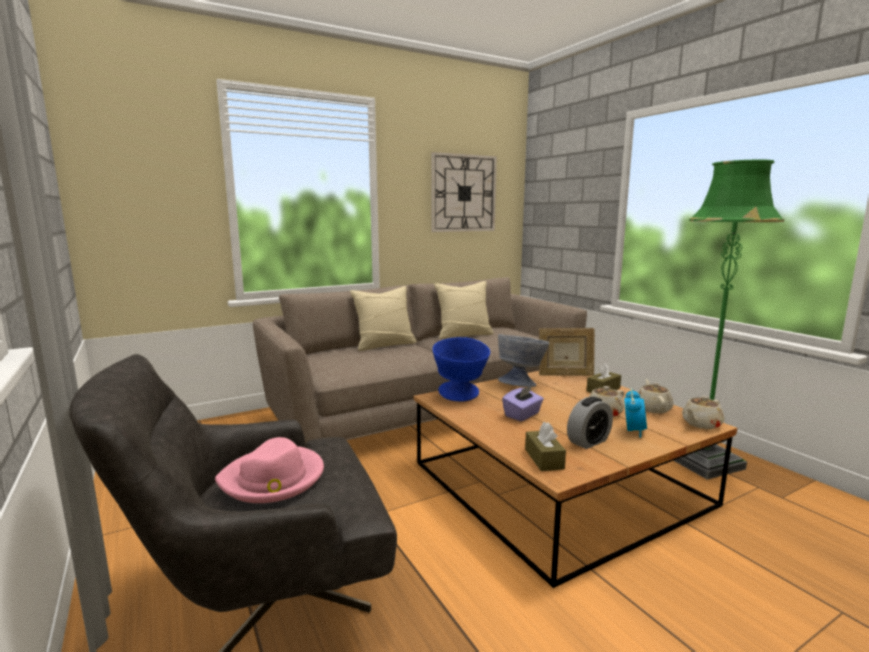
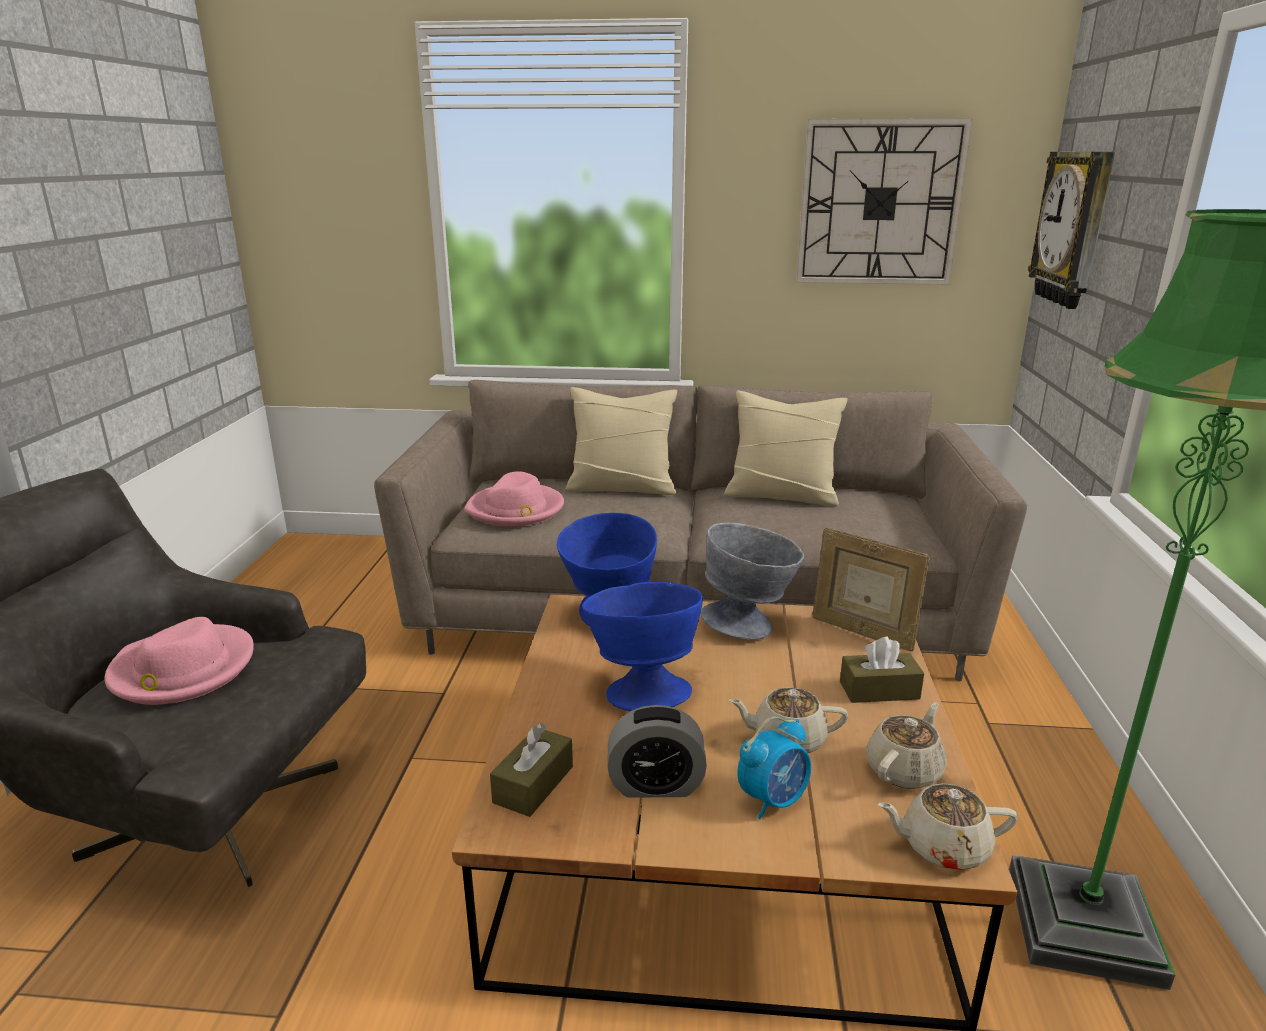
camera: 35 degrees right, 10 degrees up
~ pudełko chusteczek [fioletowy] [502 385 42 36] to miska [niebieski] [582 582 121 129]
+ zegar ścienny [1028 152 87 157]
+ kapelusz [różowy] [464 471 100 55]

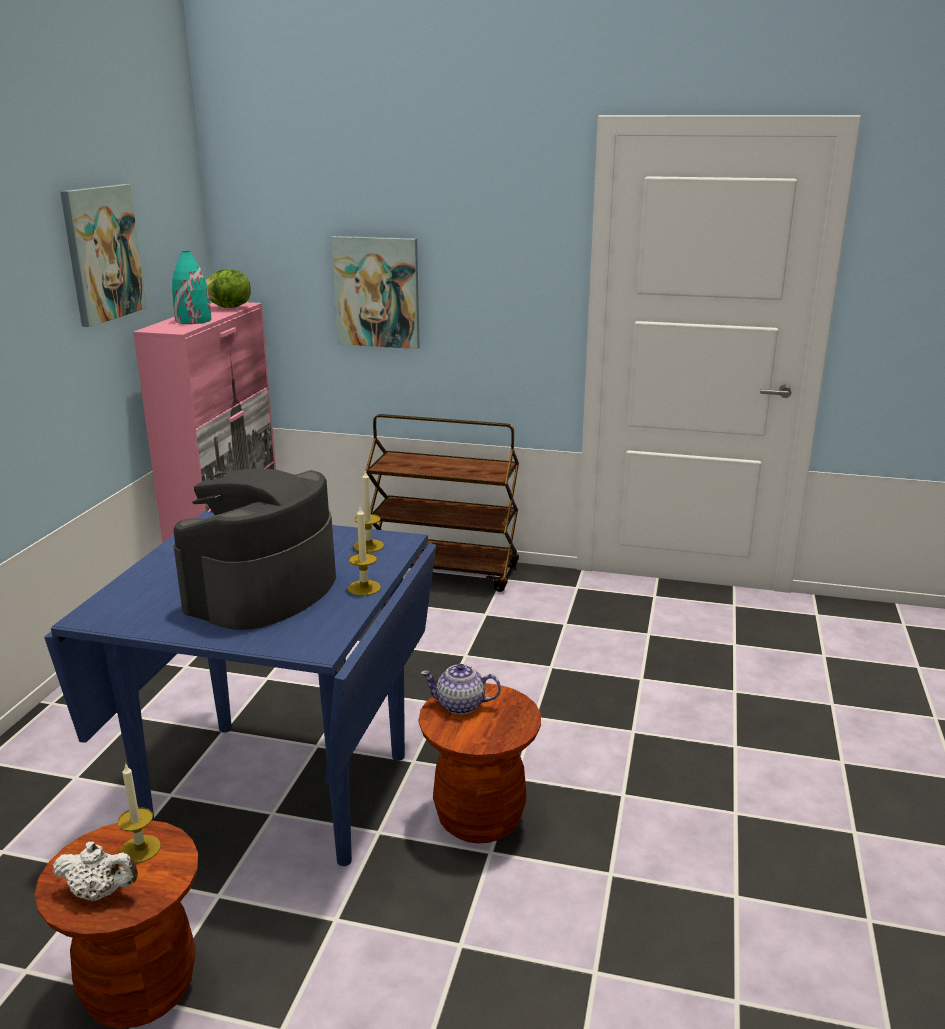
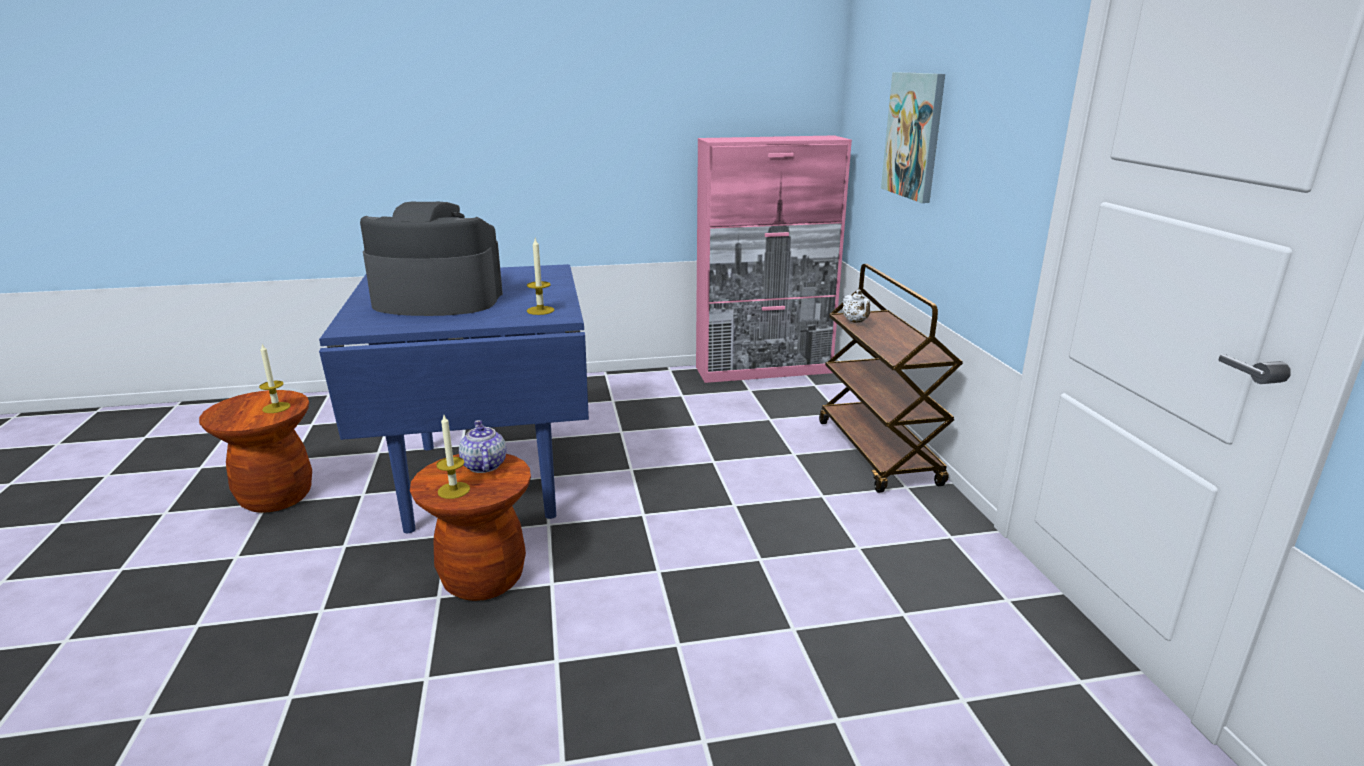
camera: 65 degrees right, 0 degrees up
- obraz [60 184 87 143]
- wazon [turkusowy] [172 251 39 73]
- sałata [206 269 45 39]
~ świeca [348 505 33 91] to [436 415 34 84]
~ imbryk [biały] [52 842 86 59] to [842 290 28 33]

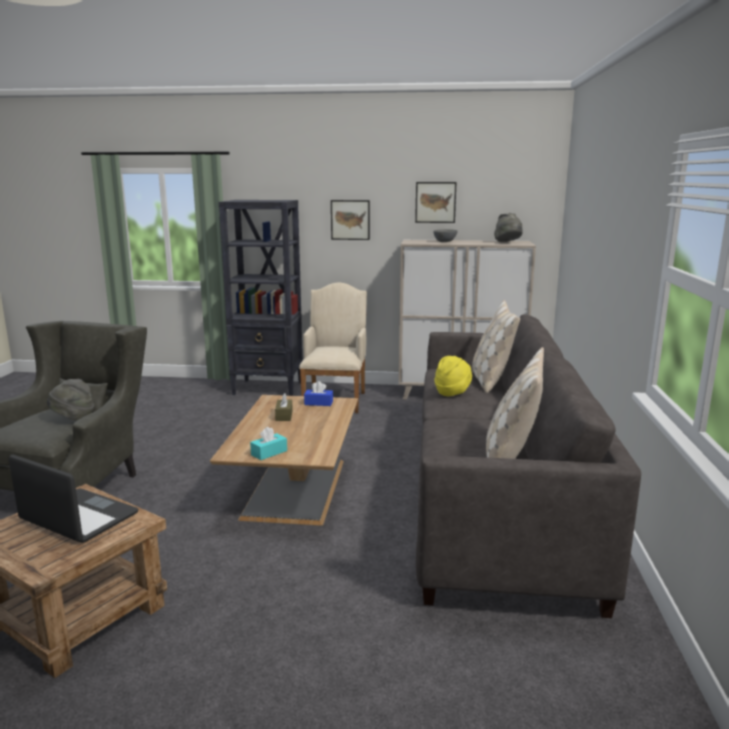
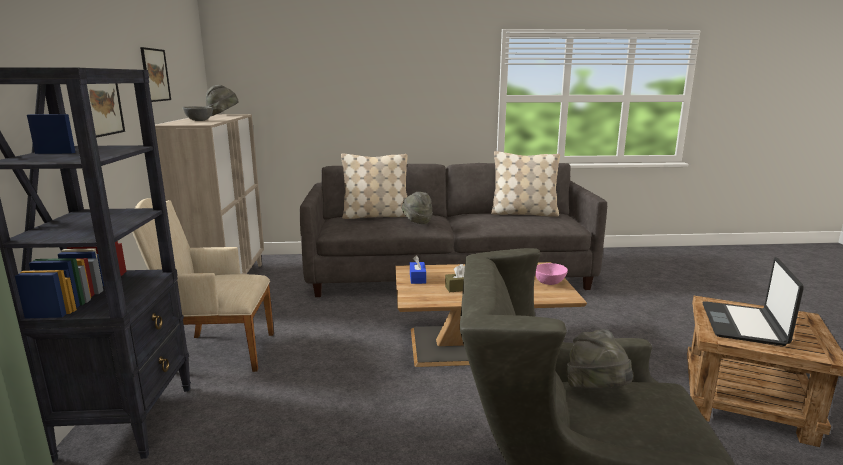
camera: 100 degrees left, 0 degrees up
~ kapelusz [żółty] [434 356 38 40] to kapelusz [szary] [402 192 31 32]
~ pudełko chusteczek [turkusowy] [250 427 37 33] to miska [różowy] [535 263 33 22]

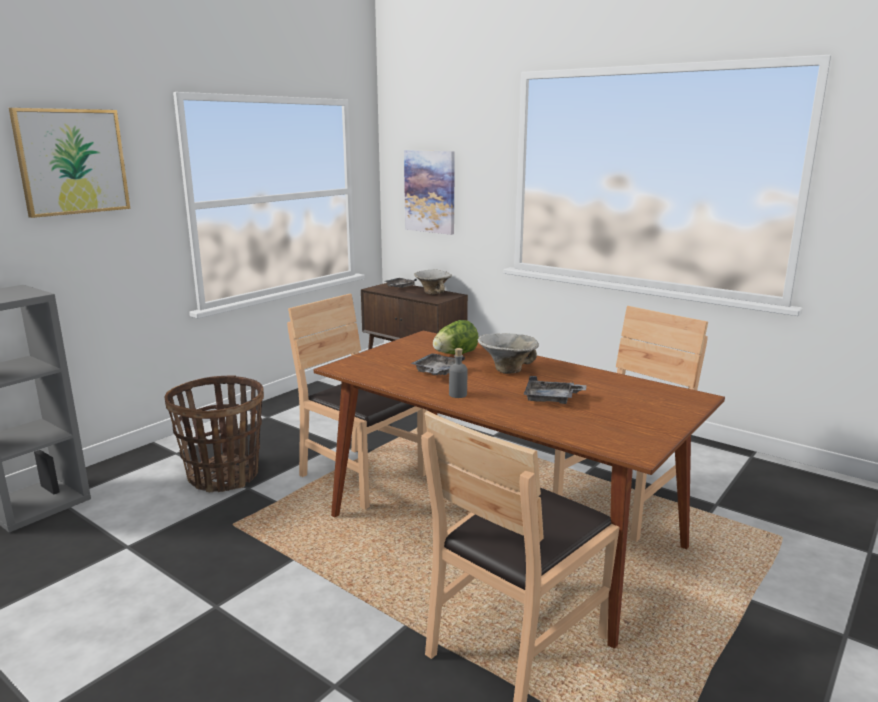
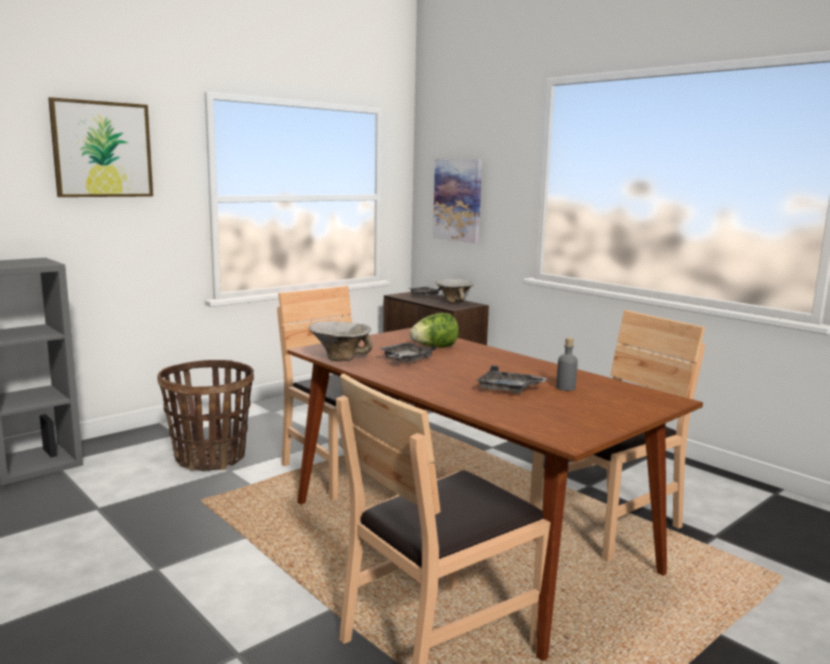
camera: 10 degrees right, 5 degrees down
~ miska [478 333 61 41] to [308 321 65 40]
~ butelka [szary] [449 348 18 50] to [556 338 22 53]

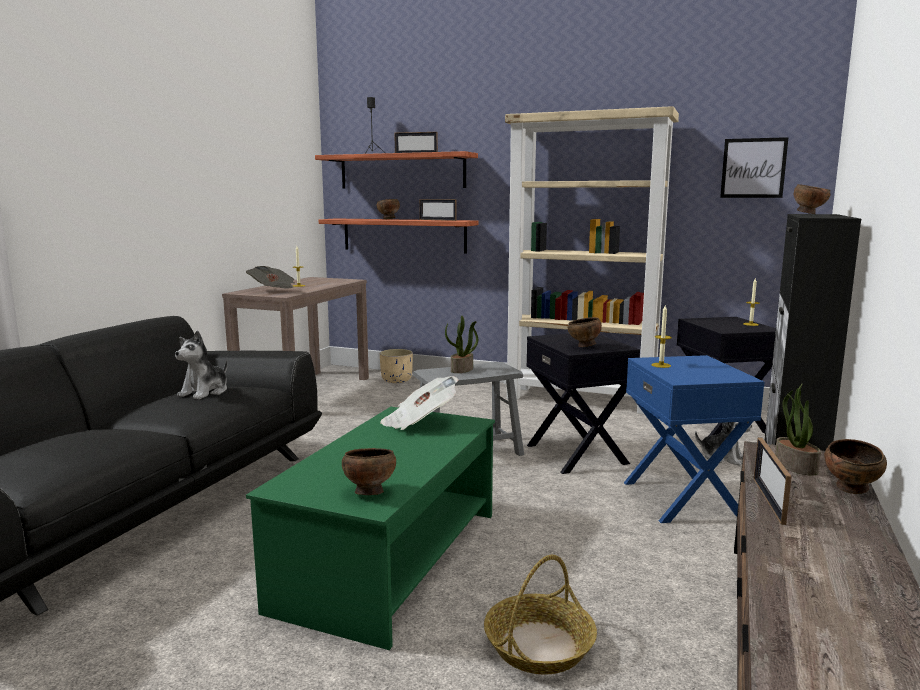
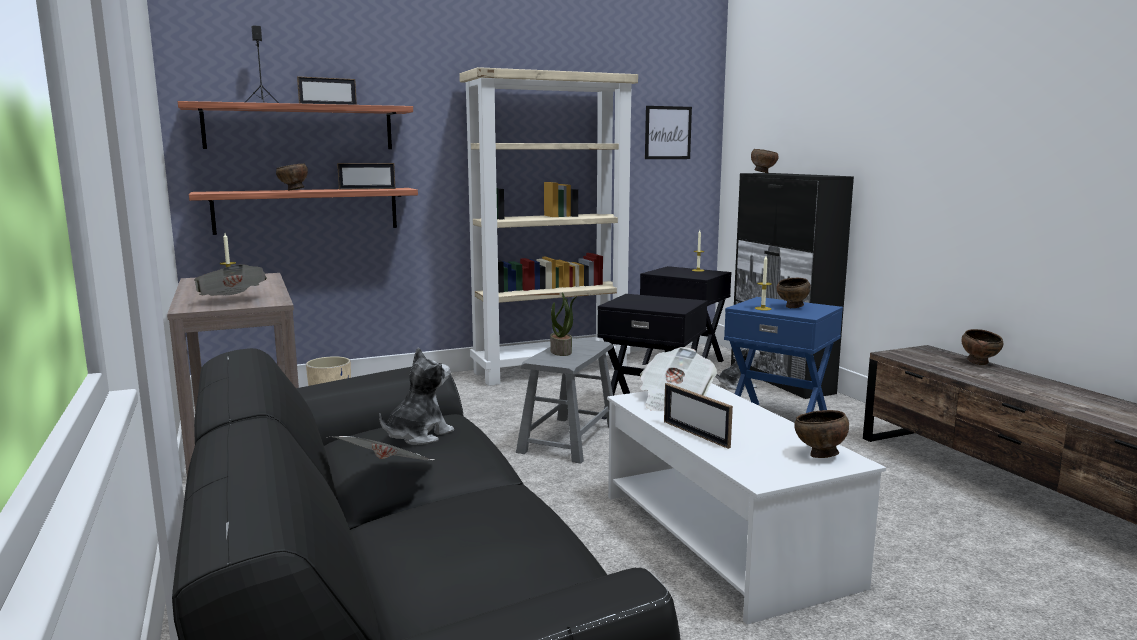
camera: 45 degrees left, 0 degrees up
~ miska [brązowy] [568 317 34 30] to [776 278 35 30]
~ pluszak [175 330 52 70] = [379 347 75 98] 120 degrees counterclockwise
- roślina doniczkowa [775 384 46 92]
~ ława [zielony] [246 407 249 243] to ława [biały] [607 383 279 242]
~ ramka na zdjęcie [754 437 38 88] to [664 383 69 66]
- koszyk [484 555 113 120]
+ gazeta [333 436 102 24]

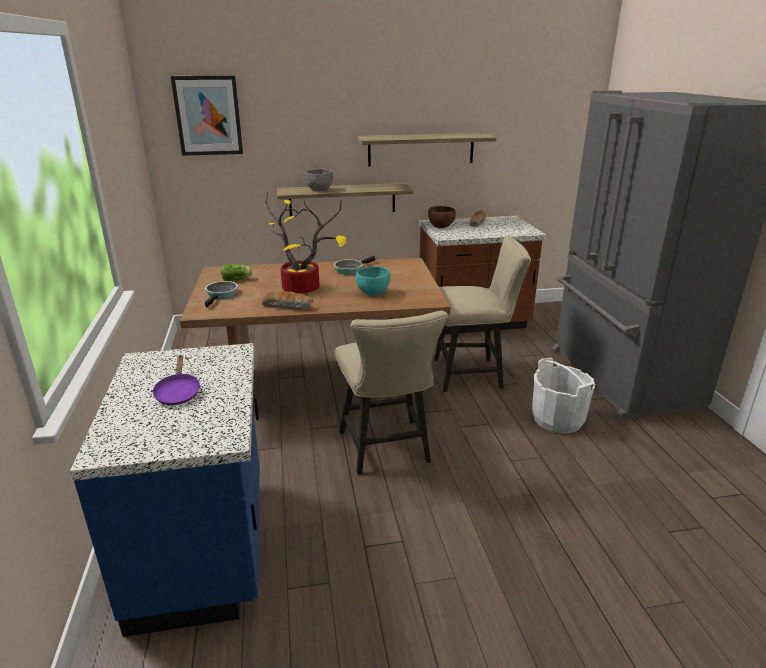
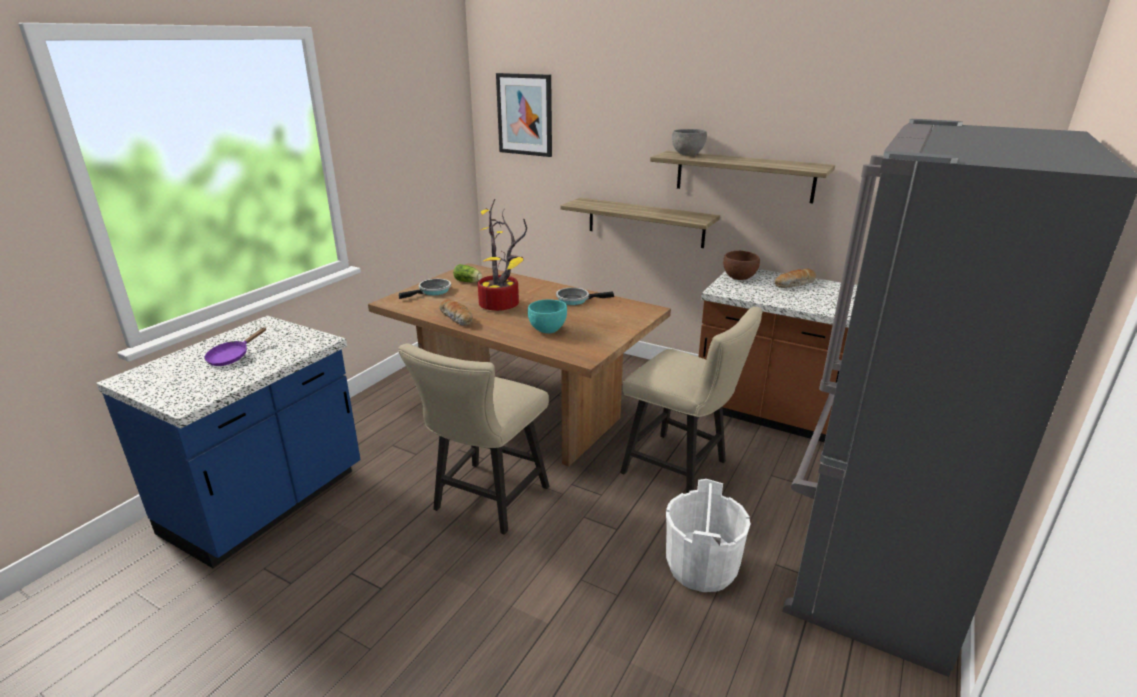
camera: 40 degrees right, 0 degrees up
~ miska [szary] [305 169 28 22] to [672 129 35 27]

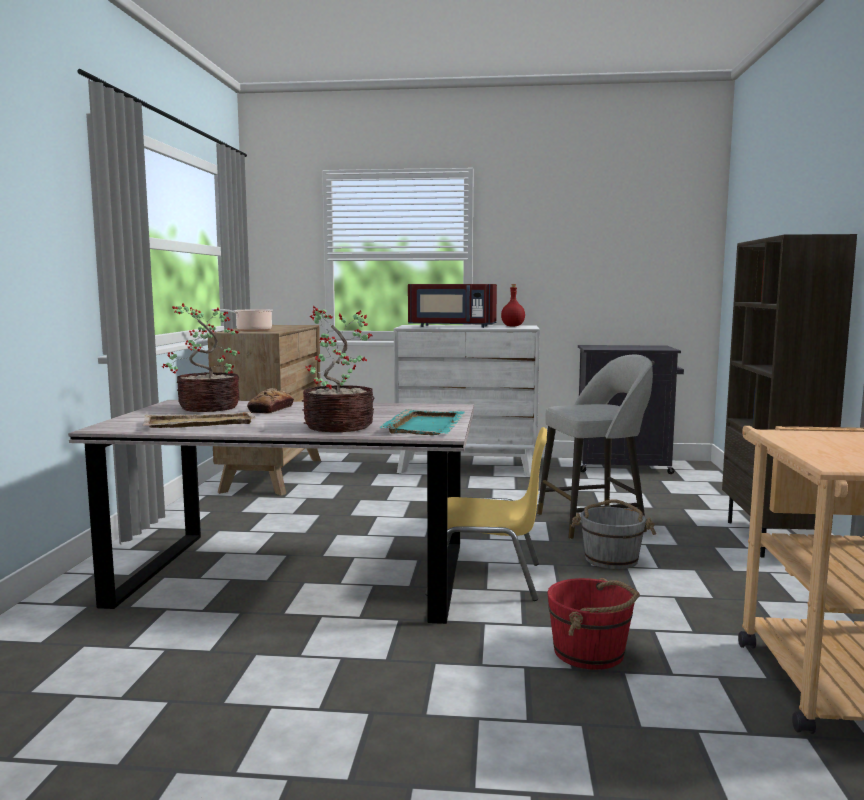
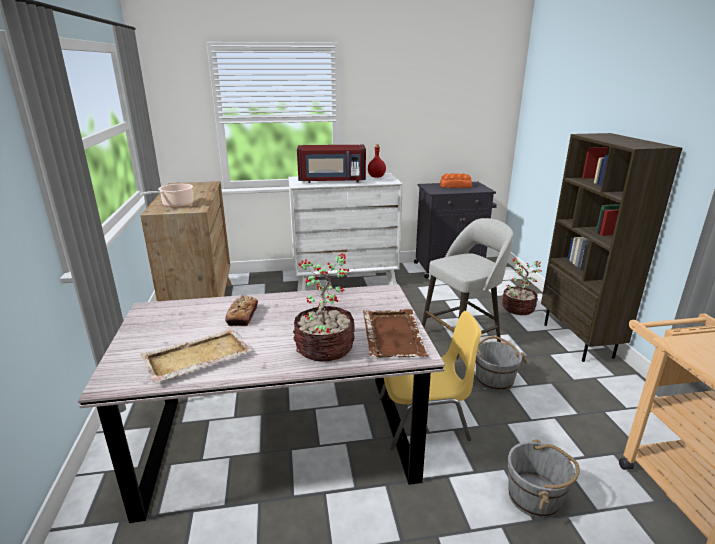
camera: 15 degrees left, 15 degrees up
~ roślina doniczkowa [162 303 78 109] to [502 258 40 57]
~ taca [turkusowy] [380 409 85 26] to taca [brązowy] [363 309 66 48]
~ wiadro [czerwony] [547 578 93 92] to wiadro [szary] [508 439 72 79]
+ chleb [440 173 32 15]

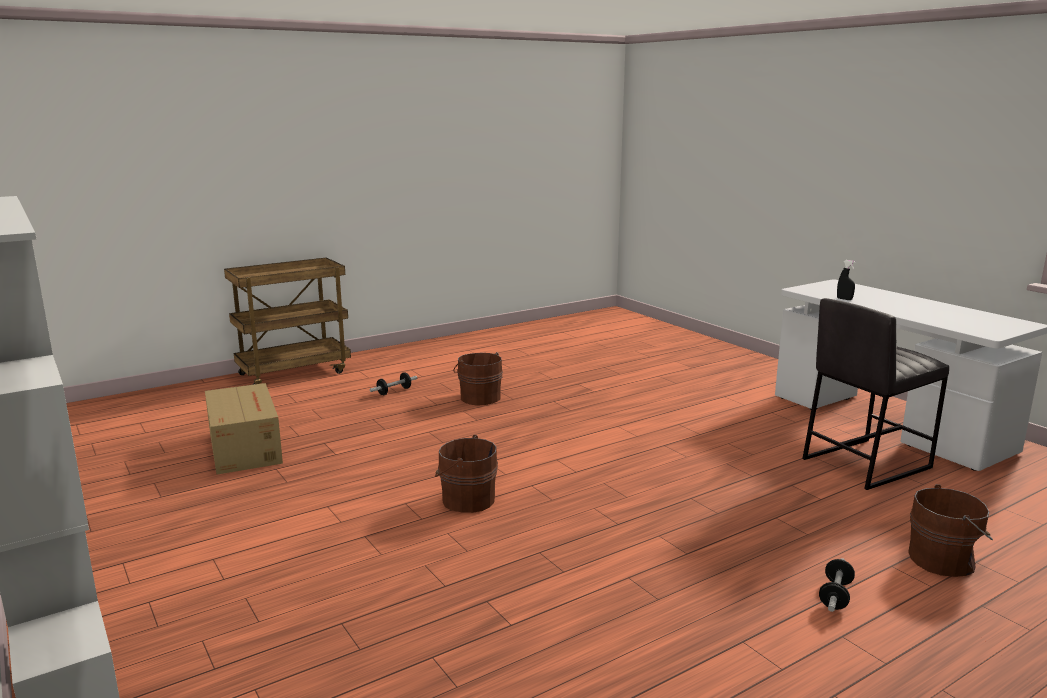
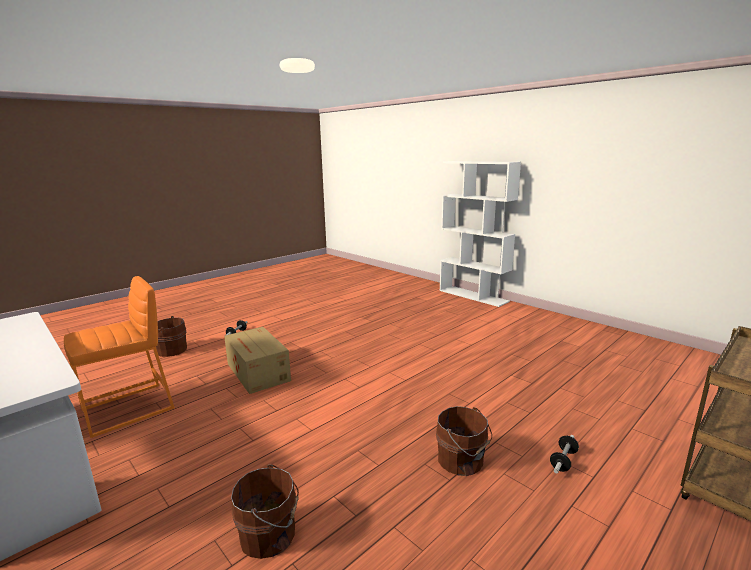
camera: 170 degrees right, 0 degrees up
- spryskiwacz [czarny] [837 260 19 40]
~ stołek [szary] [802 298 147 192] to stołek [pomarańczowy] [64 276 111 162]
~ karton [205 383 78 92] to [224 327 67 67]
~ wiadro [brązowy] [435 435 63 78] to [231 465 68 94]

